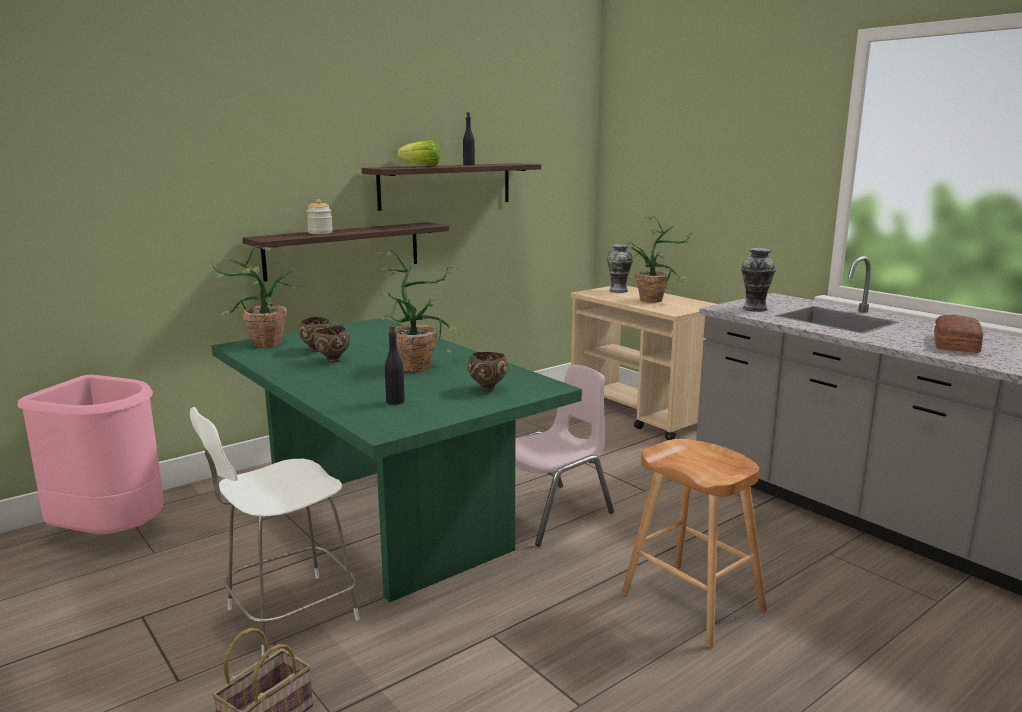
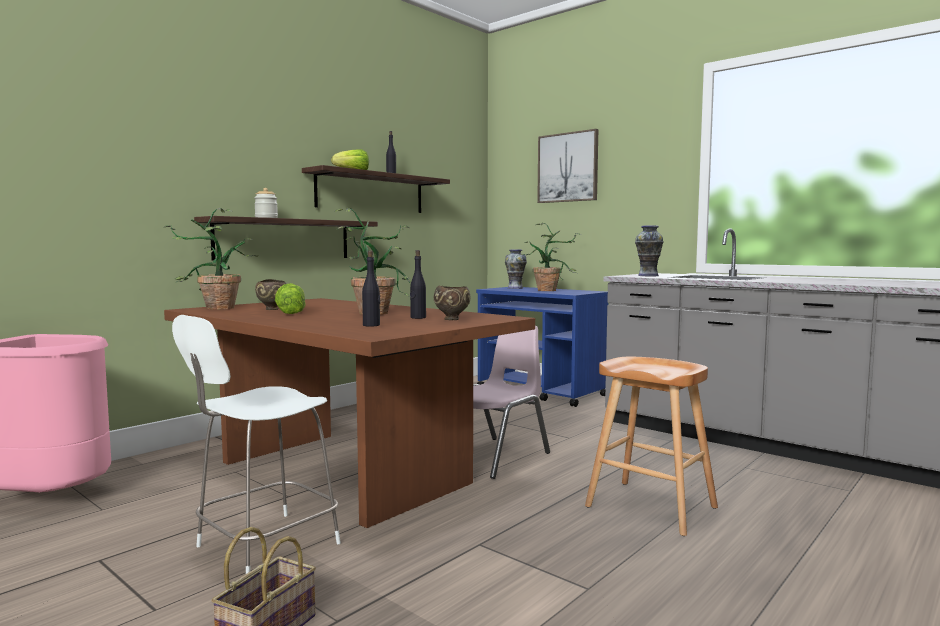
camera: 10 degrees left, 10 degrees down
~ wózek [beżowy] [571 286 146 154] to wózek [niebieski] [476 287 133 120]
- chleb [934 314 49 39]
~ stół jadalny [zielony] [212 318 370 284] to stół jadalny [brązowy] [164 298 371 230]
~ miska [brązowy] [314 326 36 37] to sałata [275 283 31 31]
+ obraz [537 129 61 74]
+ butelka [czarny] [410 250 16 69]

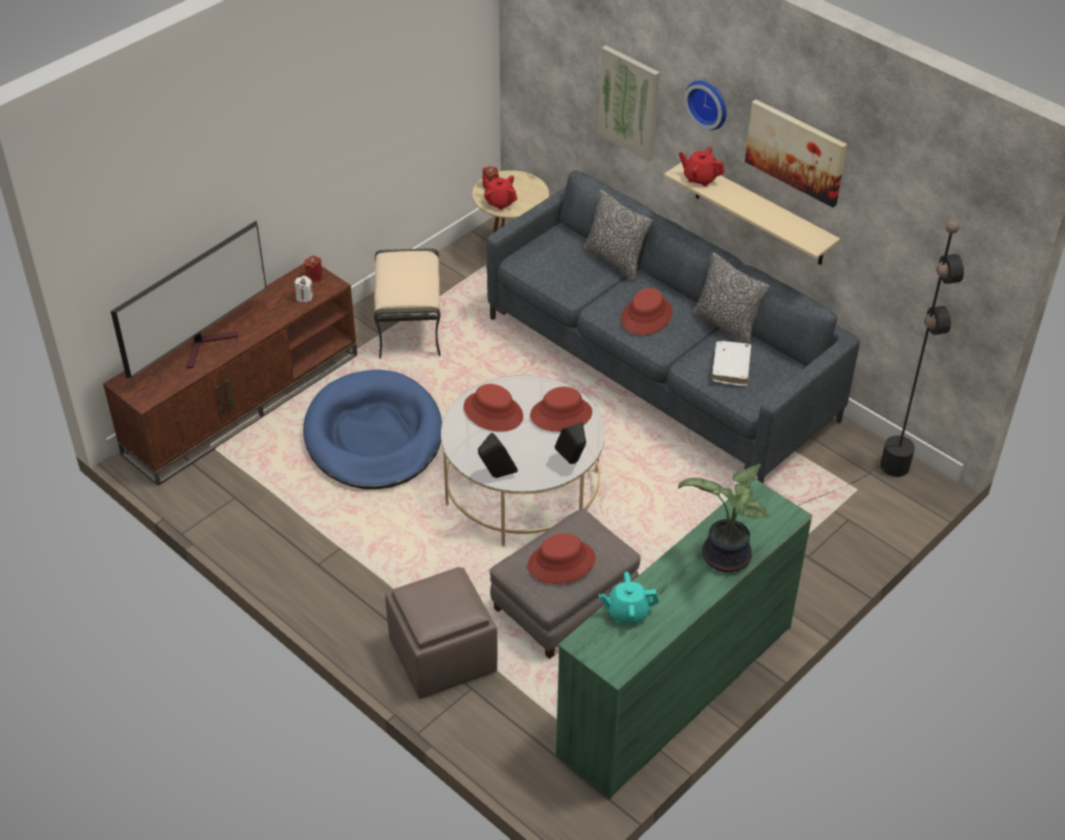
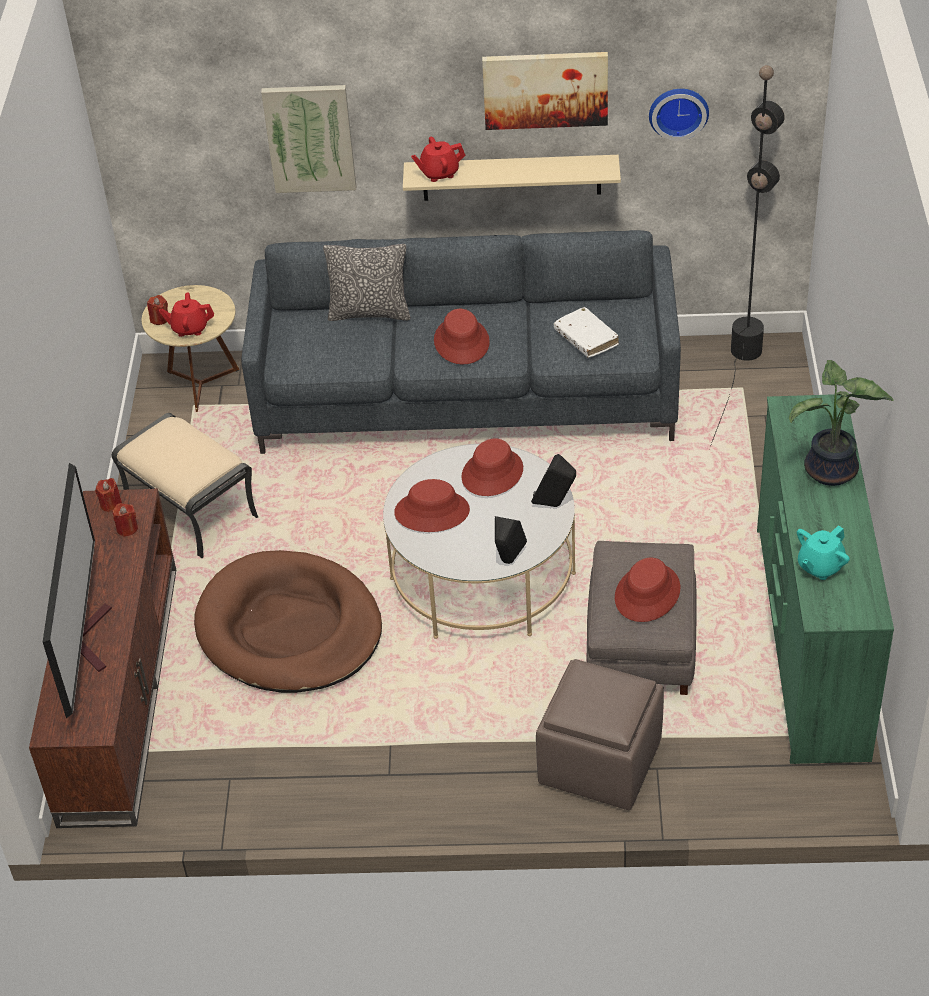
camera: 40 degrees left, 0 degrees up
~ zegar ścienny [684 81 43 49] to [649 89 60 52]
- poduszka [692 252 78 92]
~ świeca [biały] [294 276 19 26] to świeca [czerwony] [112 503 26 34]
~ legowisko [niebieski] [303 369 139 121] to legowisko [brązowy] [194 550 188 143]

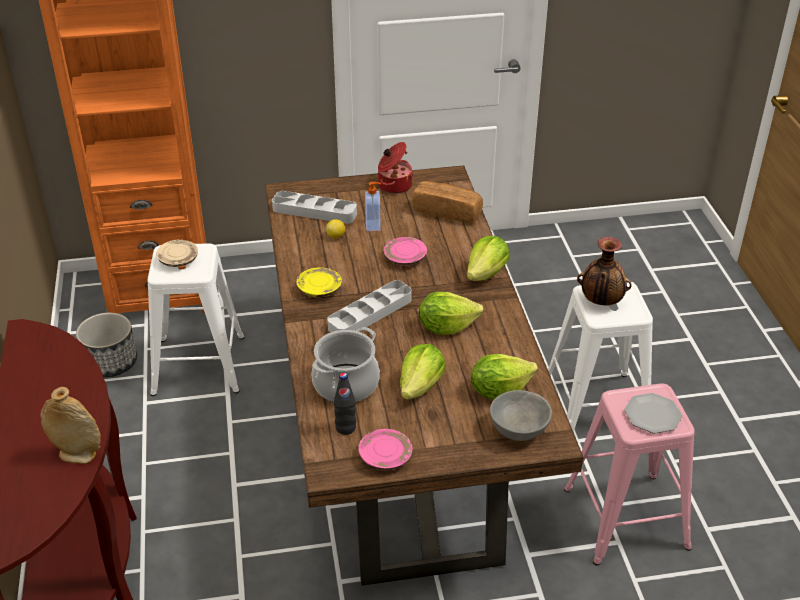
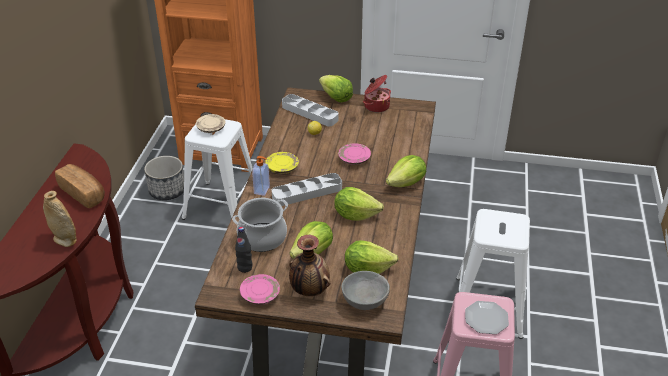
camera: 20 degrees right, 0 degrees up
~ chleb [412 181 71 42] to [55 164 50 44]
~ dozownik mydła [365 182 16 49] to [252 156 18 40]
~ wazon [577 237 55 68] to [289 235 41 61]
+ sałata [319 75 34 28]

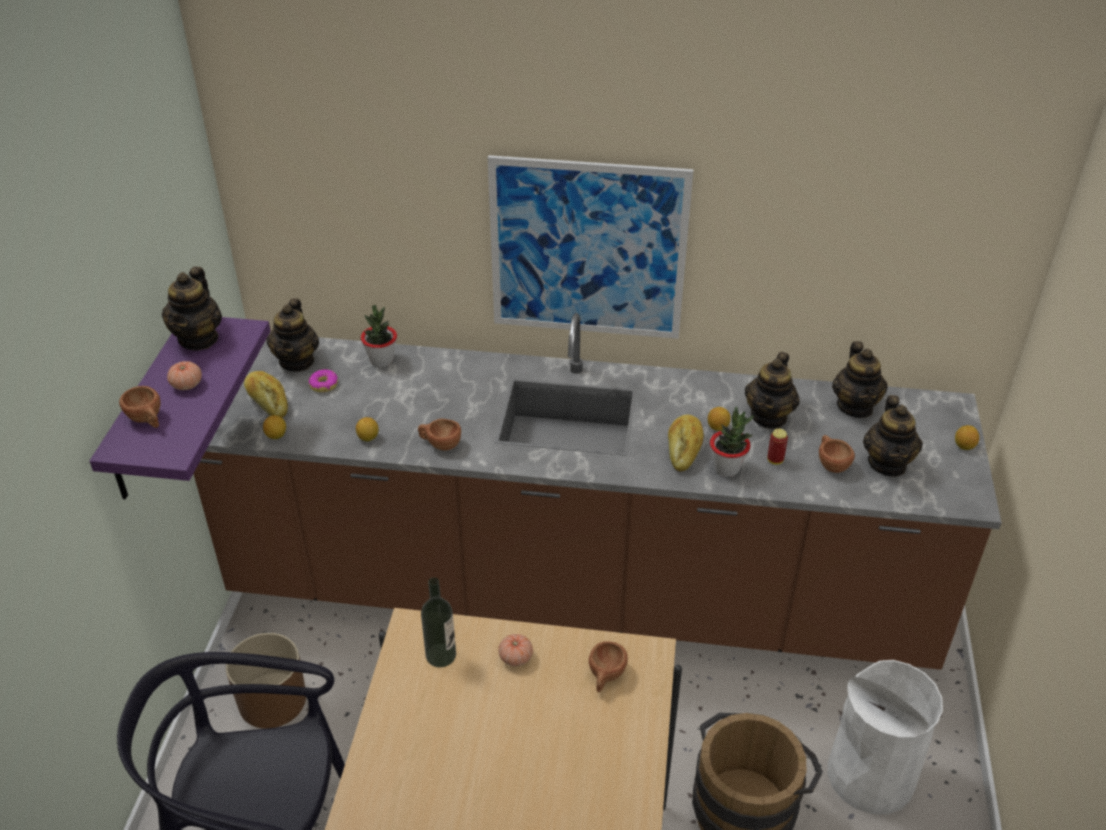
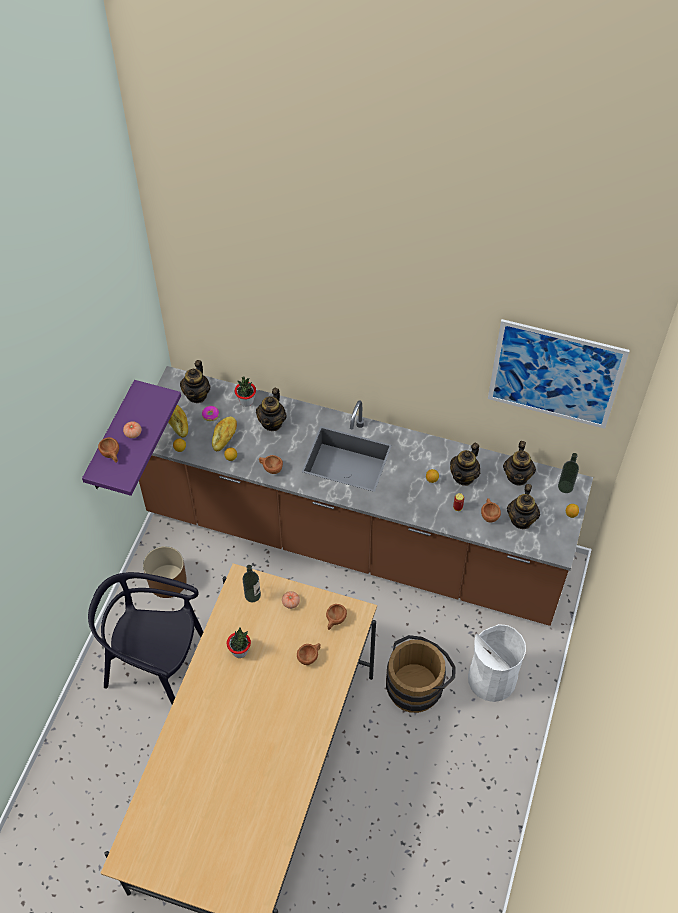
camera: 10 degrees right, 15 degrees up
~ obraz [488 155 206 184] to [488 319 142 110]
~ imbryk [162 267 60 83] to [256 388 31 43]
~ roślina doniczkowa [710 407 44 70] to [227 627 24 31]
~ chleb [668 414 36 57] to [212 416 25 35]
+ butelka [558 453 21 40]
+ filiżanka [brązowy] [297 643 24 22]

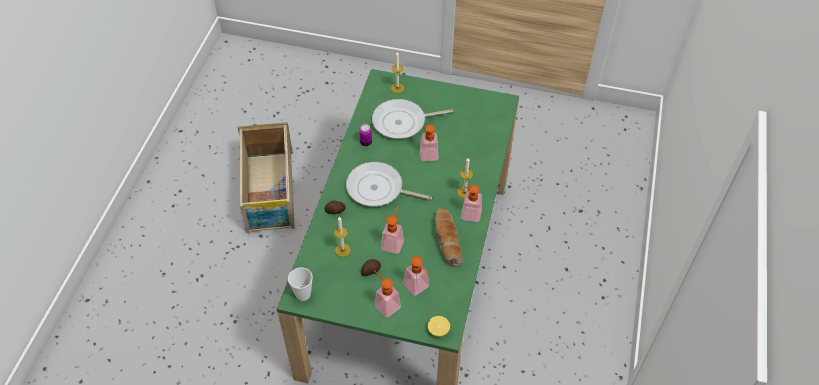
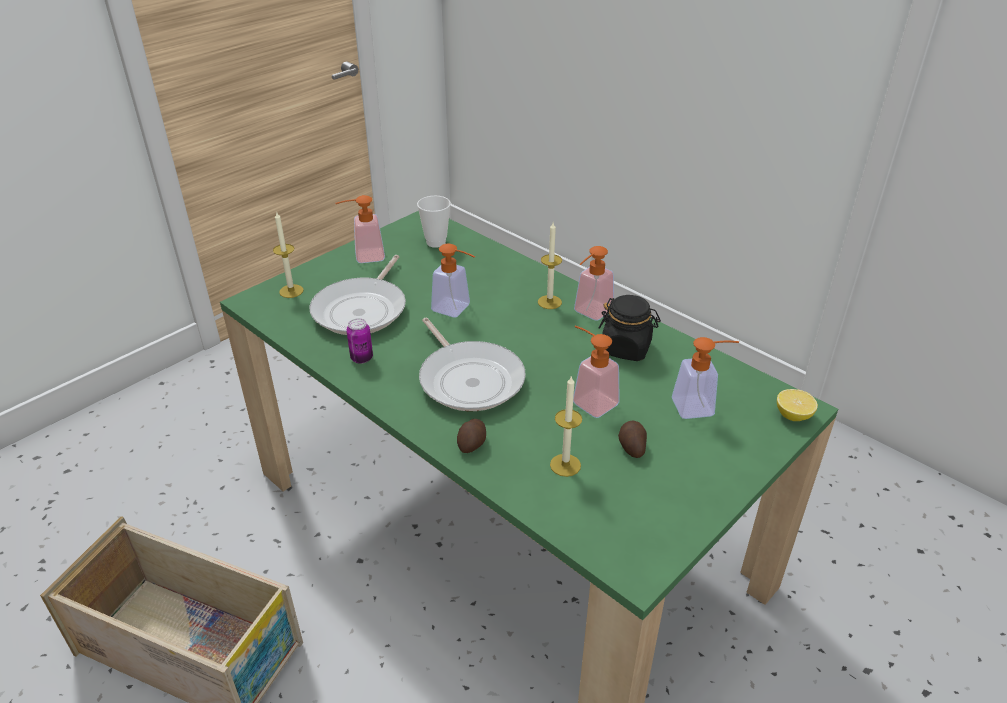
camera: 60 degrees left, 15 degrees down
~ patelnia [346 162 86 44] = [419 318 107 93] 75 degrees counterclockwise
~ chleb [435 208 28 59] to słoik [czarny] [599 295 62 66]
~ filiżanka [288 267 25 34] to [417 196 34 52]
~ dozownik mydła [374 270 27 48] to [336 195 49 68]

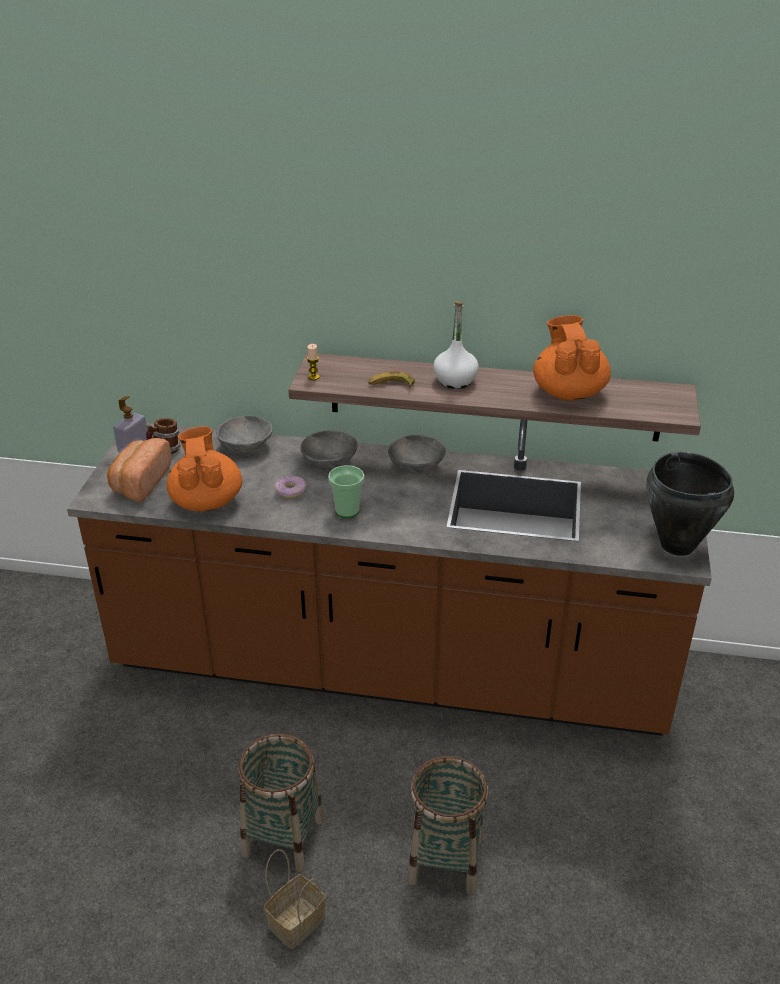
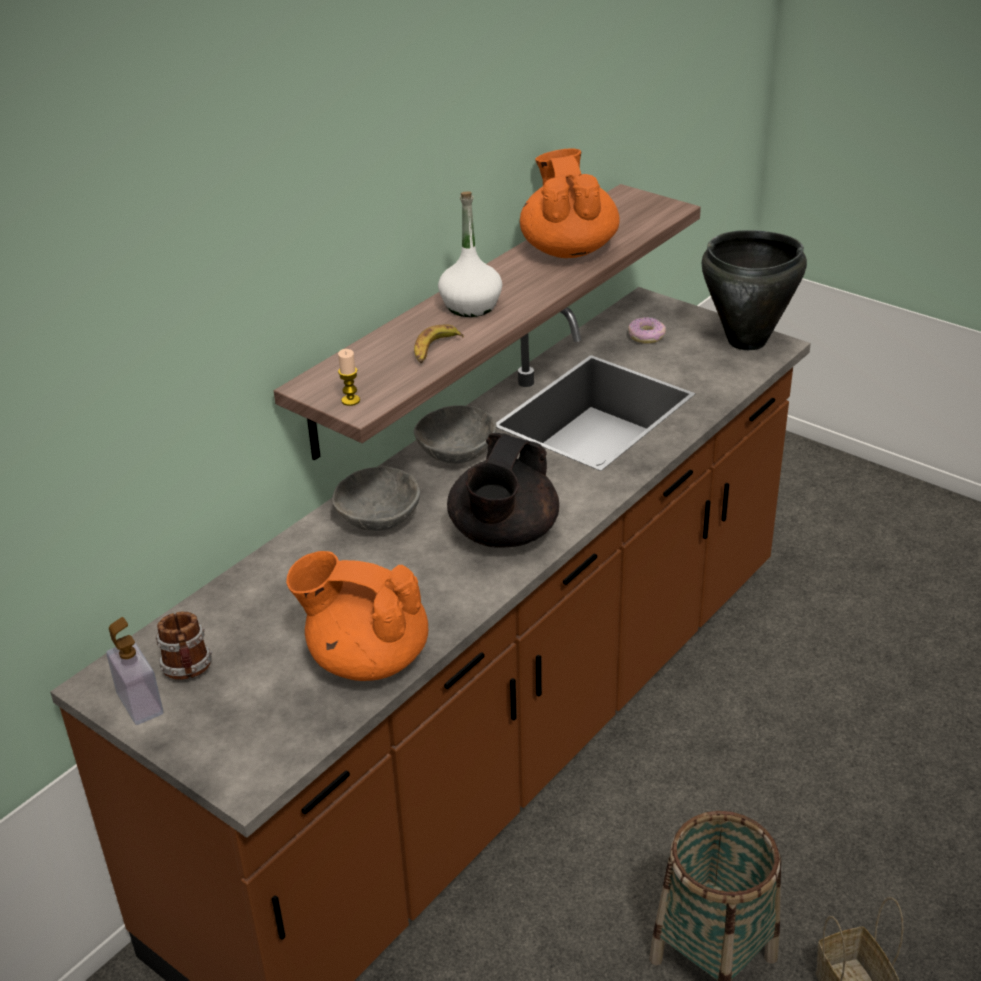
camera: 60 degrees left, 0 degrees up
~ imbryk [pomarańczowy] [533 315 78 85] = [520 148 100 110] 60 degrees clockwise
- miska [szary] [216 416 57 37]
- chleb [107 438 64 64]
~ filiżanka [328 465 36 53] to imbryk [czarny] [447 433 112 115]
~ donut [275 476 31 22] to [628 317 38 27]
- koszyk [408 756 80 139]

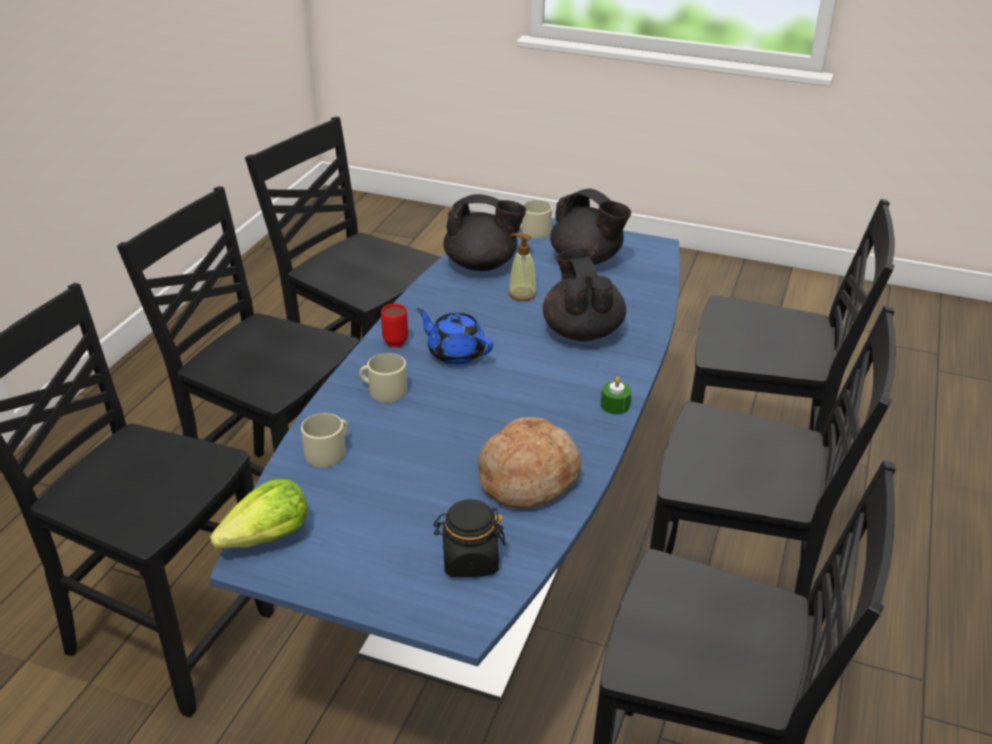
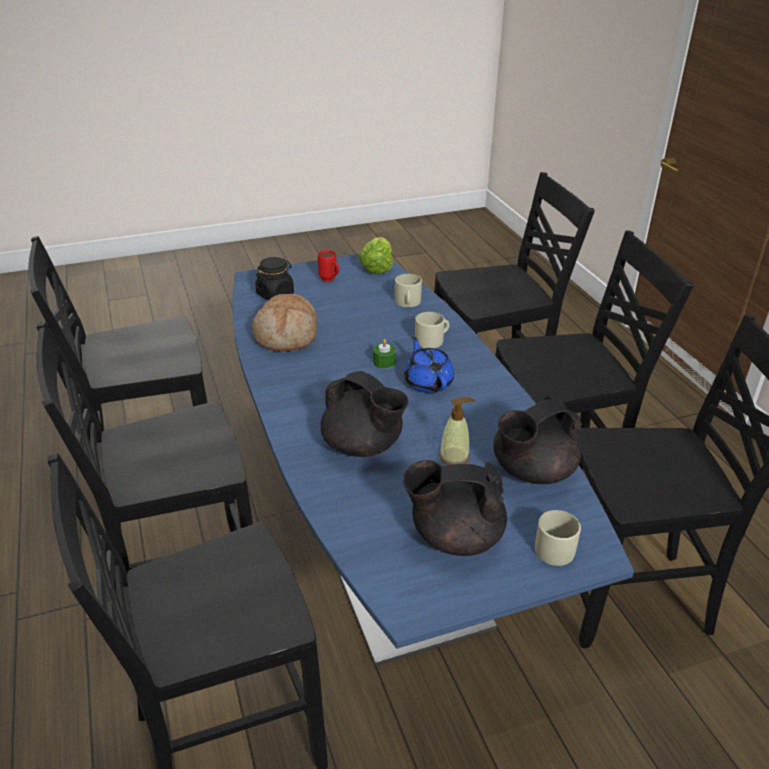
camera: 140 degrees right, 0 degrees up
~ kubek [czerwony] [381 304 27 43] to [318 250 21 32]
~ imbryk [niebieski] [416 308 77 57] = [404 336 50 57] 105 degrees counterclockwise
~ świeca [zielony] [601 377 30 37] to [373 339 23 30]

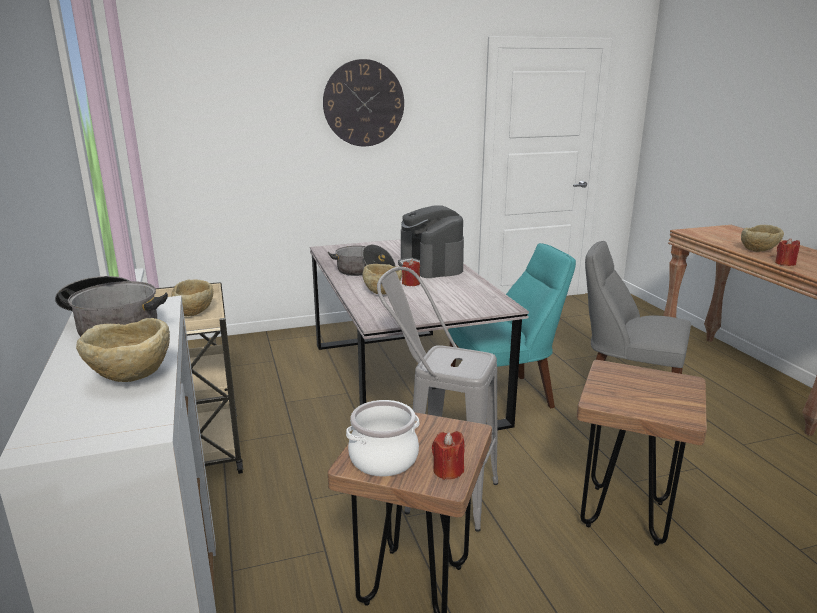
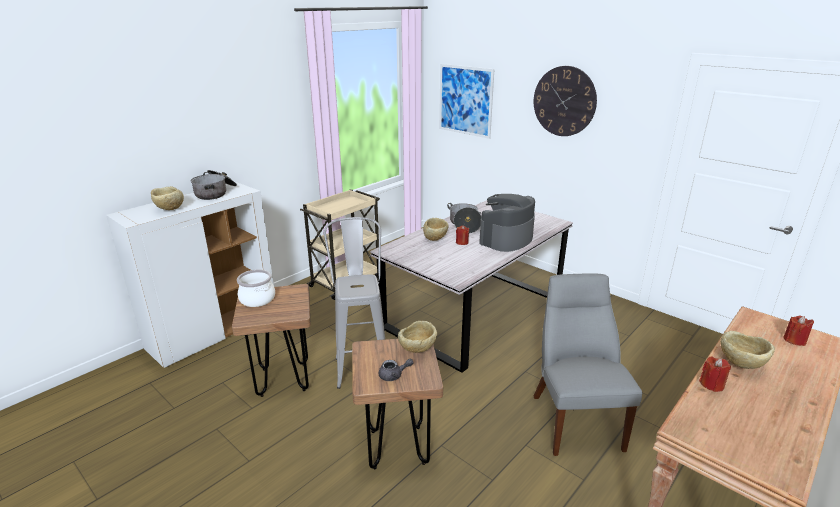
camera: 60 degrees right, 5 degrees up
- krzesło [turkusowy] [448 243 128 165]
~ miska [beżowy] [171 279 42 37] to [398 321 39 32]
~ świeca [czerwony] [432 431 32 49] to [783 316 31 30]
+ obraz [439 64 55 75]
+ imbryk [szary] [379 359 35 22]

